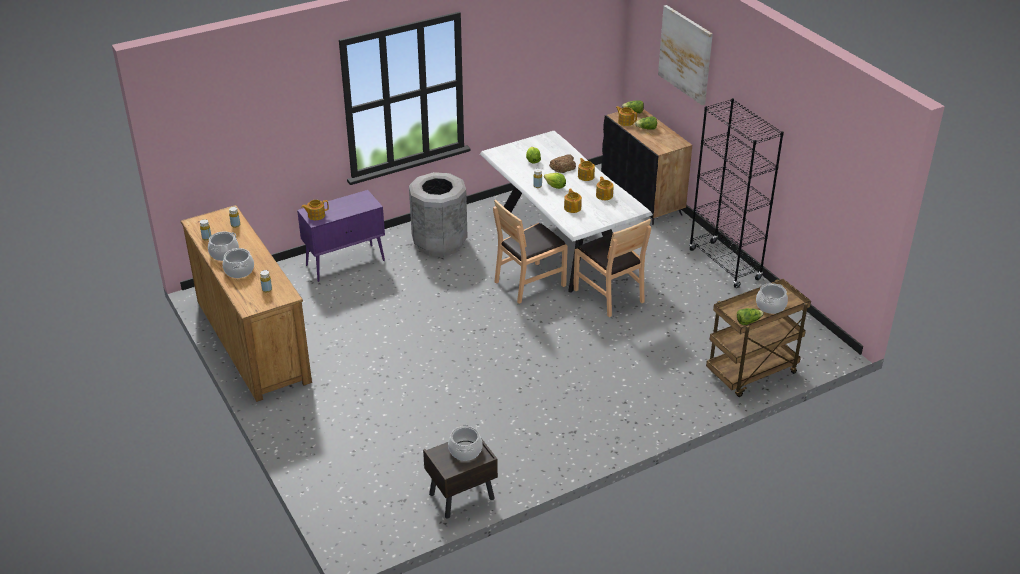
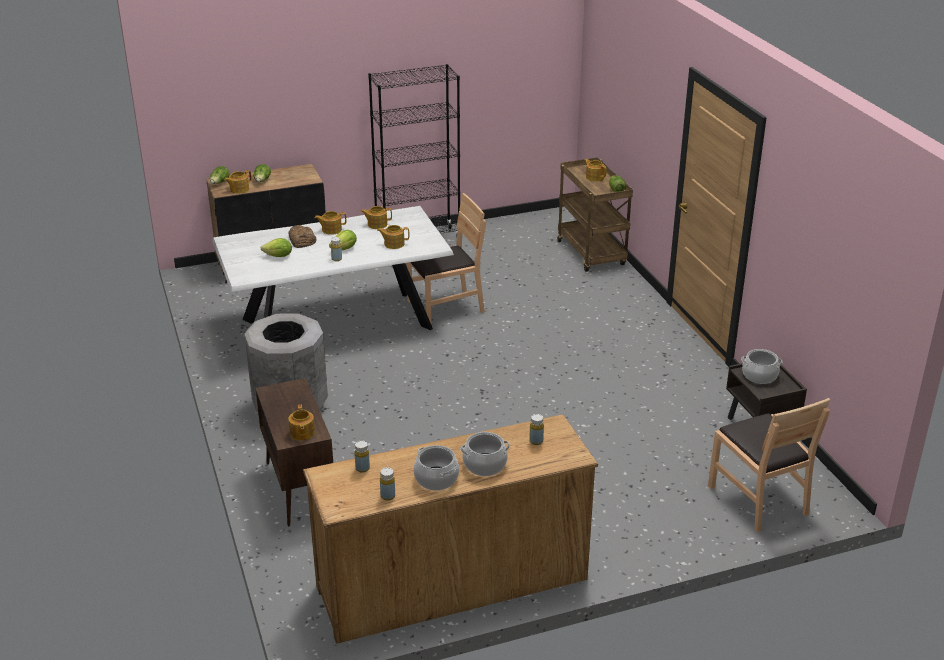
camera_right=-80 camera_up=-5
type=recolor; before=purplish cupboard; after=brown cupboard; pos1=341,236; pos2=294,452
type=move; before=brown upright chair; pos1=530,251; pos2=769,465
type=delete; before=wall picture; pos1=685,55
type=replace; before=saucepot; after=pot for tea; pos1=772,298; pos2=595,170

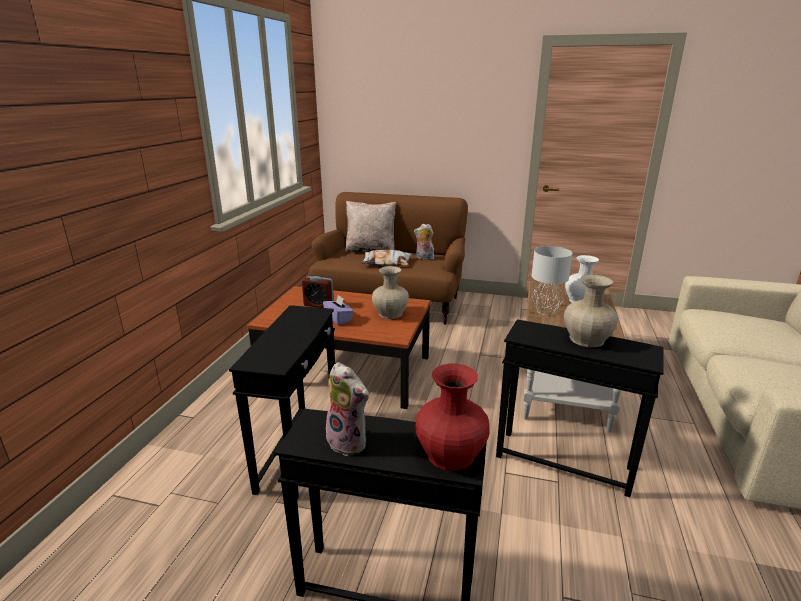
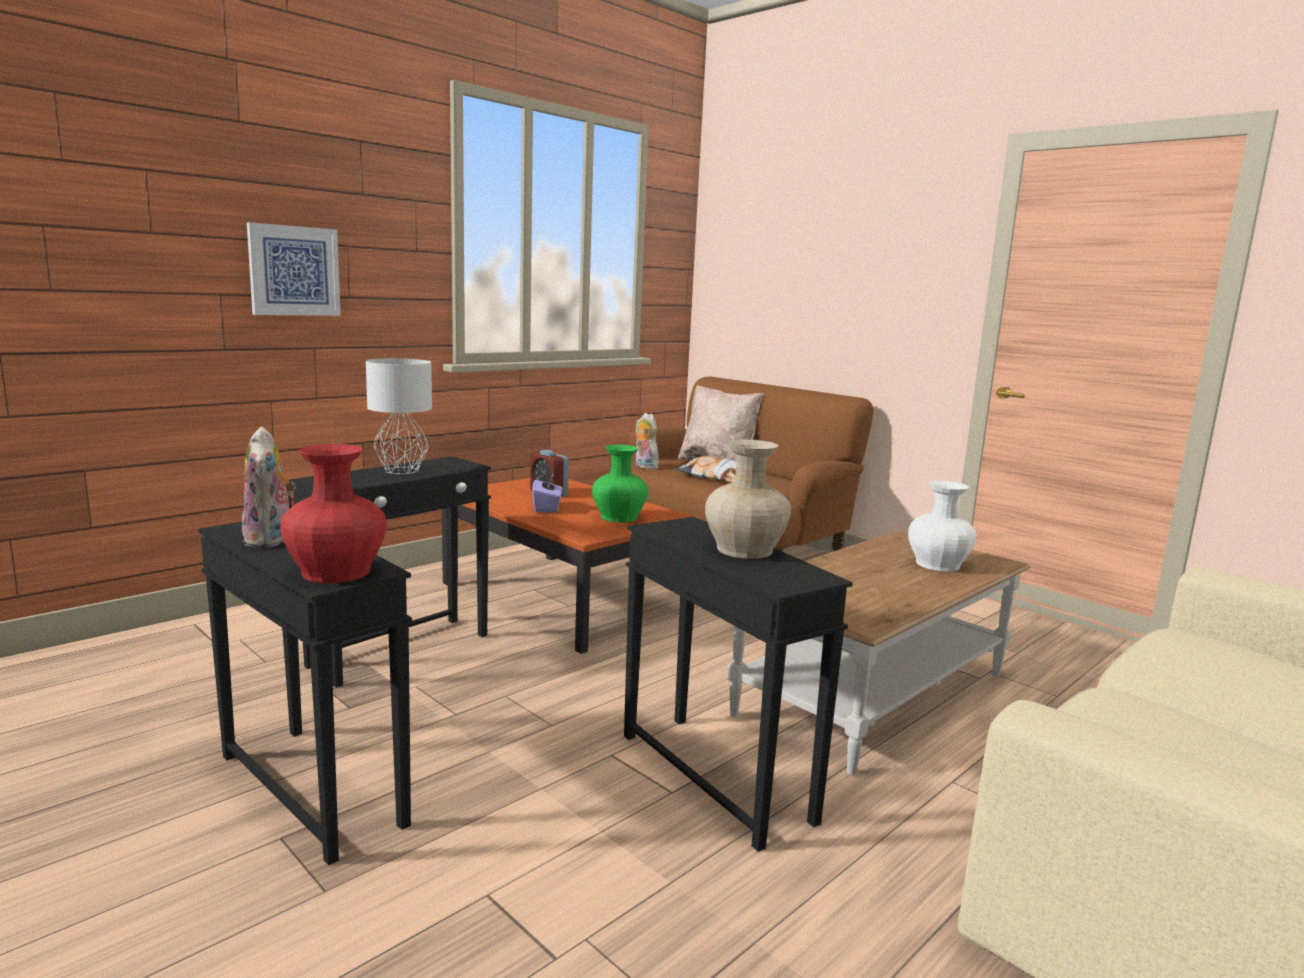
camera_right=30 camera_up=-10
type=recolor; before=beige-coloured vase; after=greenish vase; pos1=390,292; pos2=620,483
type=move; before=soft toy; pos1=424,242; pos2=647,441
type=move; before=grey tabletop lamp; pos1=552,280; pos2=399,416
type=insert; after=wall picture; pos2=294,269

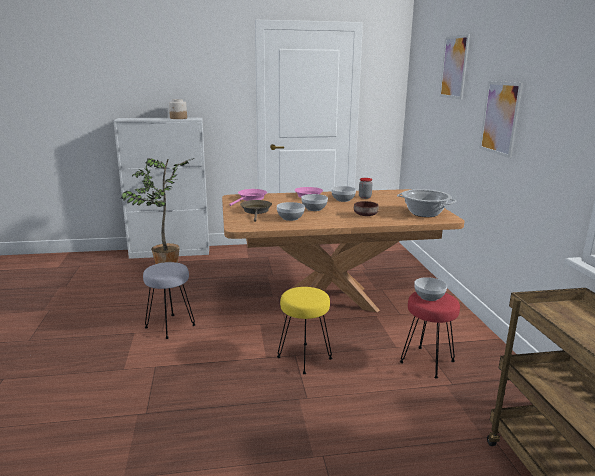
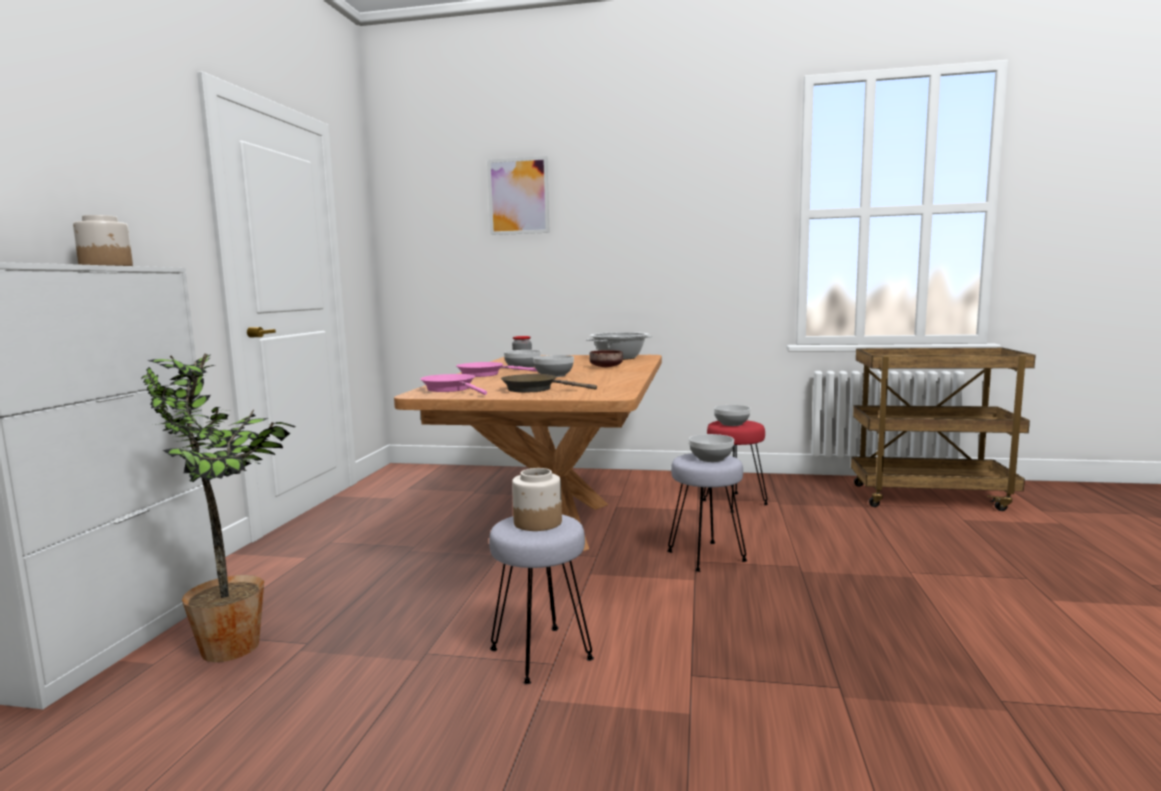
camera_right=-70 camera_up=-10
type=move; before=deep dish; pos1=291,211; pos2=711,448
type=recolor; before=yellowish stool; after=grey stool; pos1=304,330; pos2=707,512
type=delete; before=wall picture; pos1=501,119
type=insert; after=storage jar; pos2=537,499

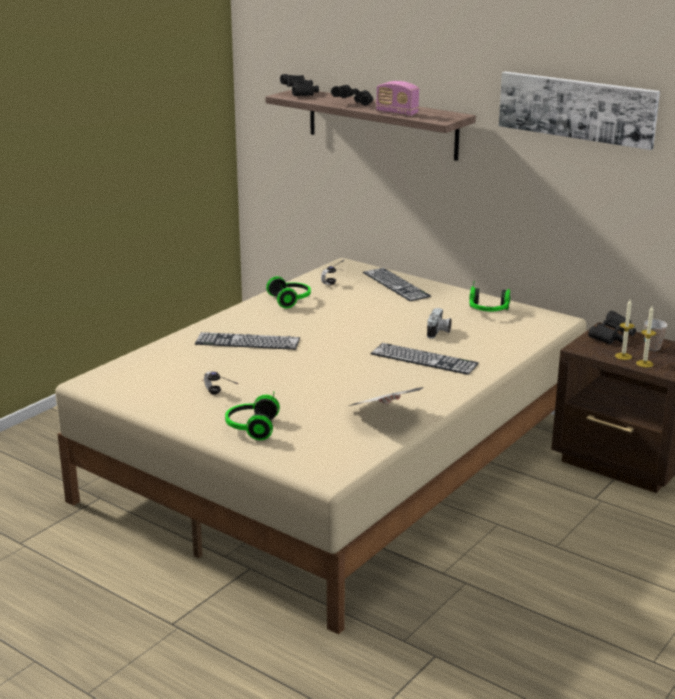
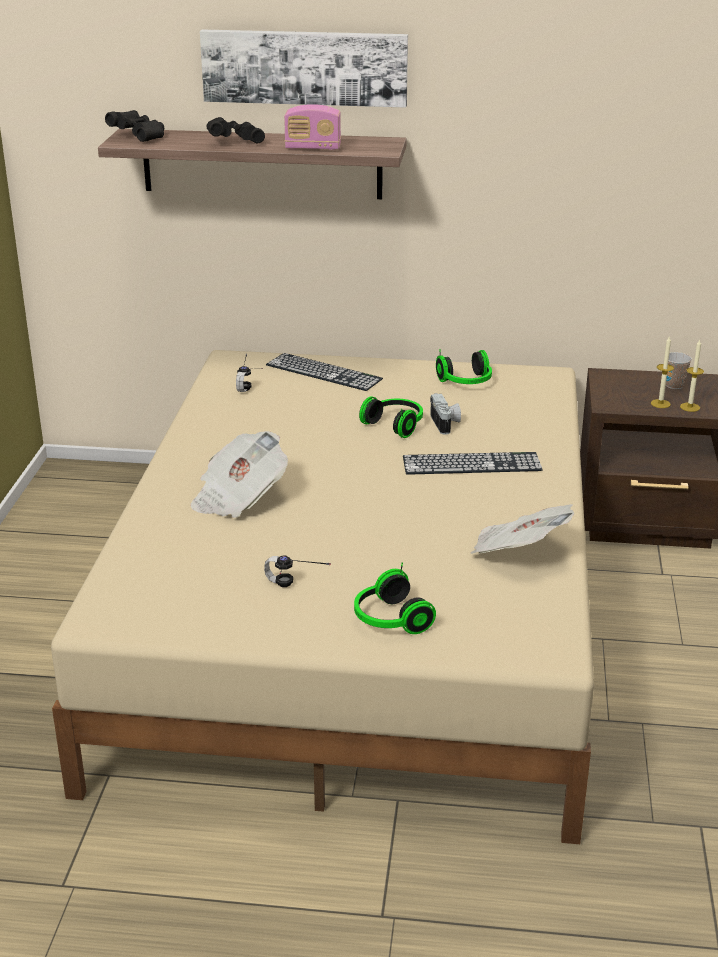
camera_right=-30 camera_up=5
type=replace; before=computer keyboard; after=daily paper; pos1=247,341; pos2=239,474
type=move; before=pair of headphones; pos1=288,292; pos2=391,417
type=move; before=wall picture; pos1=579,110; pos2=304,69
type=delete; before=black field glasses; pos1=612,327

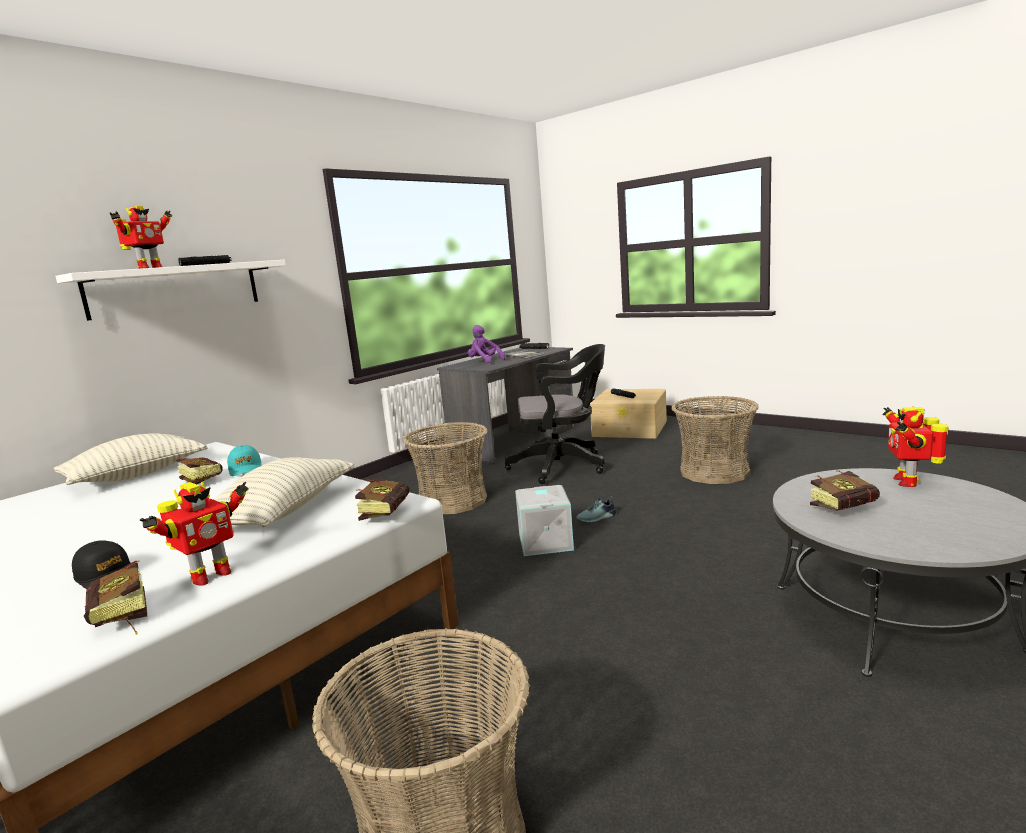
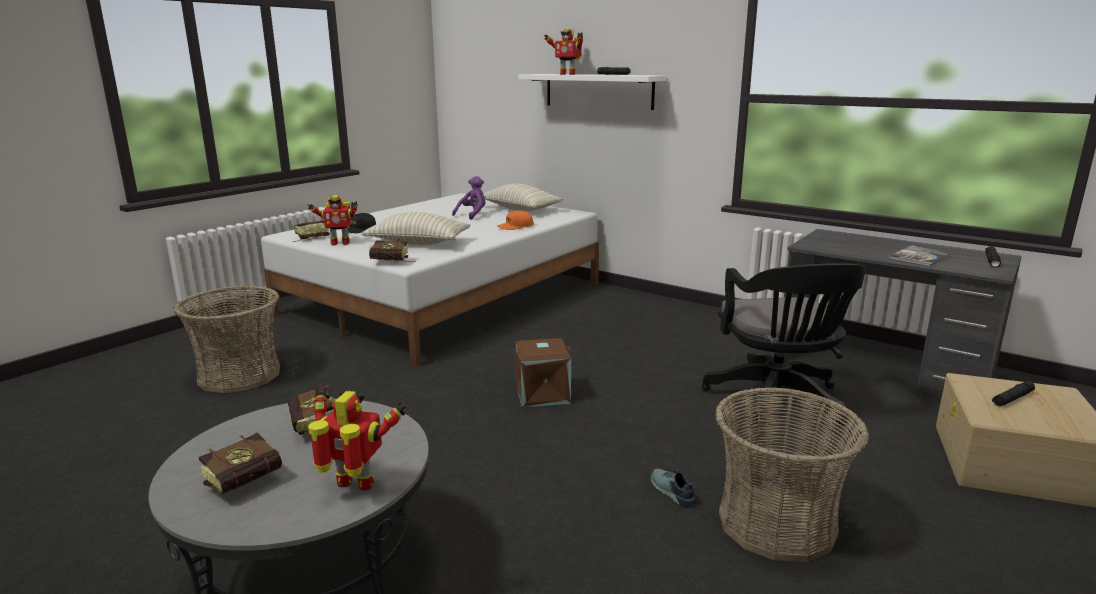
camera_right=85 camera_up=5
type=rotate; before=model robot; pos1=194,533; pos2=332,220; turn=-45
type=move; before=book; pos1=199,471; pos2=240,463
type=recolor; before=blue-green peaked cap; after=orange-coloured peaked cap; pos1=244,460; pos2=515,220
type=delete; before=household basket; pos1=445,468
type=move; before=purplish soft toy; pos1=486,344; pos2=469,198
type=recolor; before=grey storage box; after=brown storage box; pos1=544,520; pos2=543,372
type=move; before=item of footwear; pos1=596,509; pos2=673,488

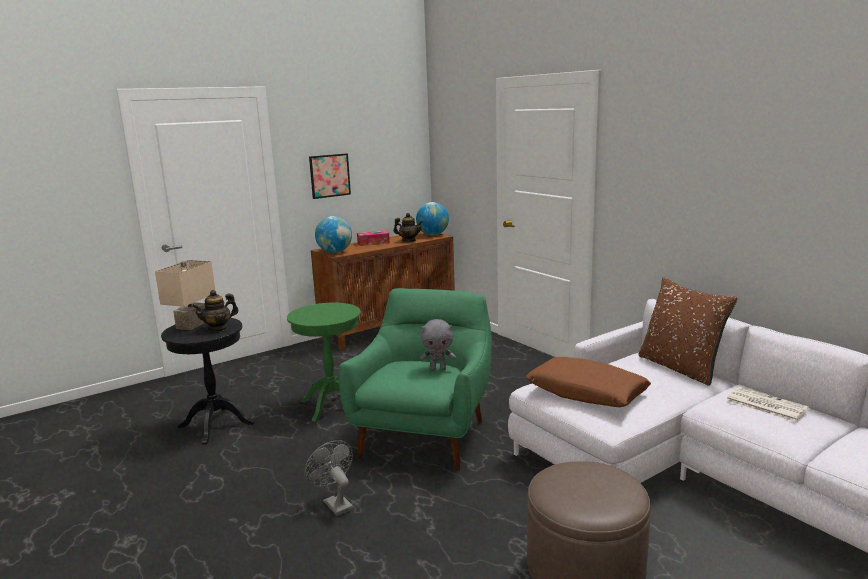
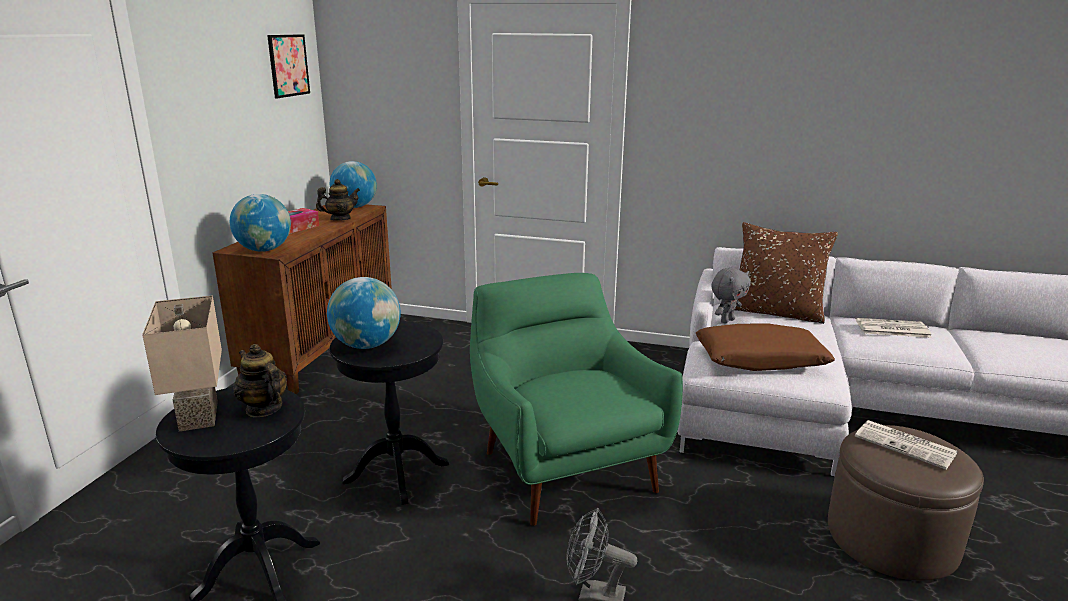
camera_right=-40 camera_up=5
type=rotate; before=pot for tea; pos1=215,311; pos2=260,380; turn=120
type=recolor; before=greenish side table; after=black side table; pos1=324,362; pos2=389,413
type=move; before=wall picture; pos1=330,176; pos2=288,66
type=move; before=grey soft toy; pos1=438,344; pos2=731,296
type=insert; after=desk globe; pos2=364,313
type=insert; after=daily paper; pos2=906,445

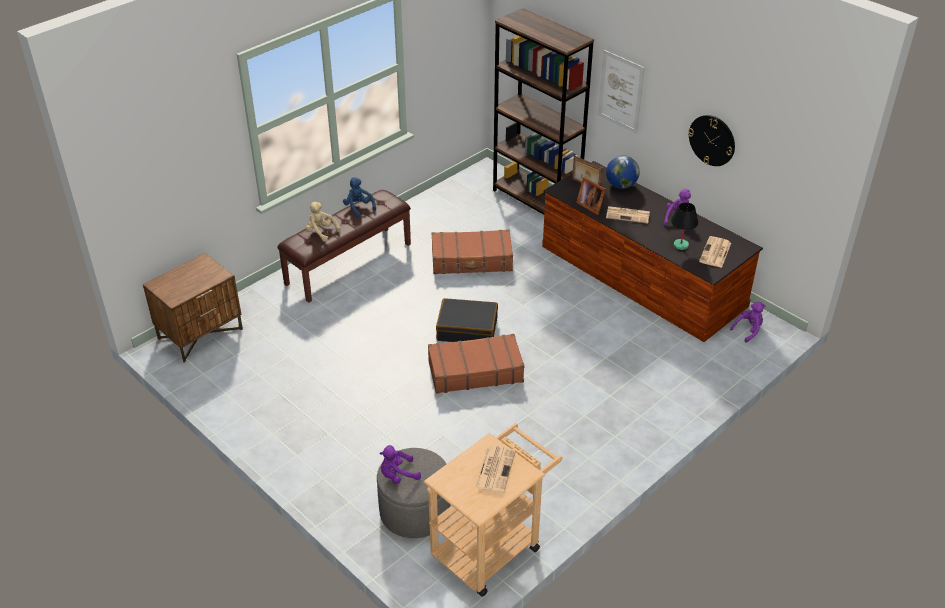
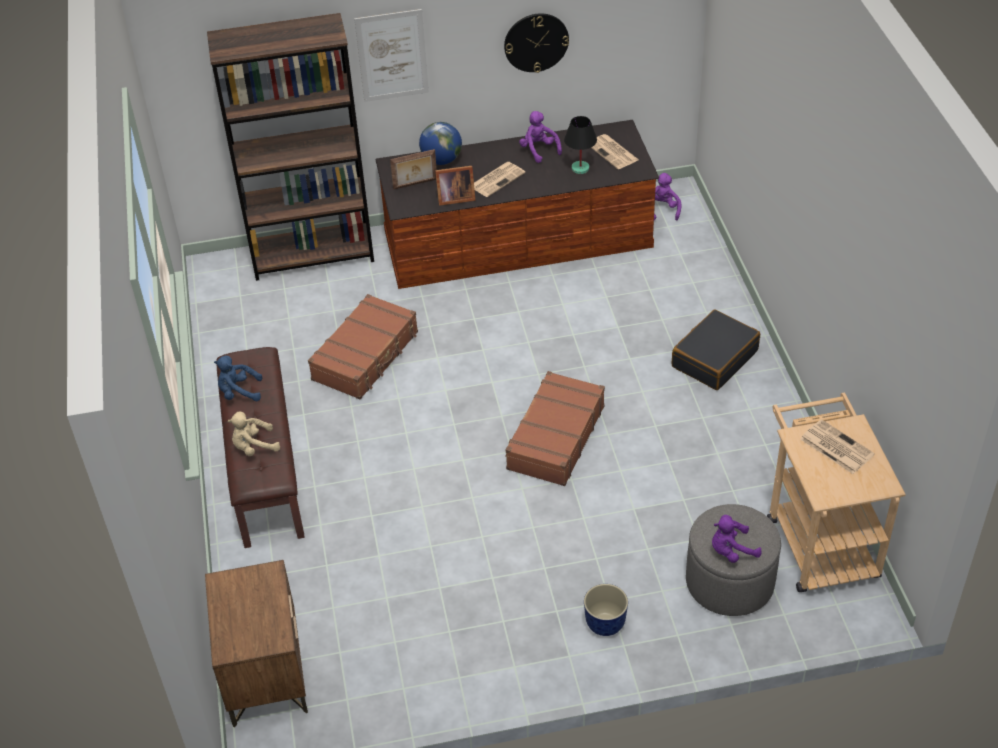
camera_right=-55 camera_up=5
type=rotate; before=purplish soft toy; pos1=400,464; pos2=737,539; turn=60
type=move; before=black suitcase; pos1=467,320; pos2=716,349
type=insert; after=flower pot; pos2=606,610

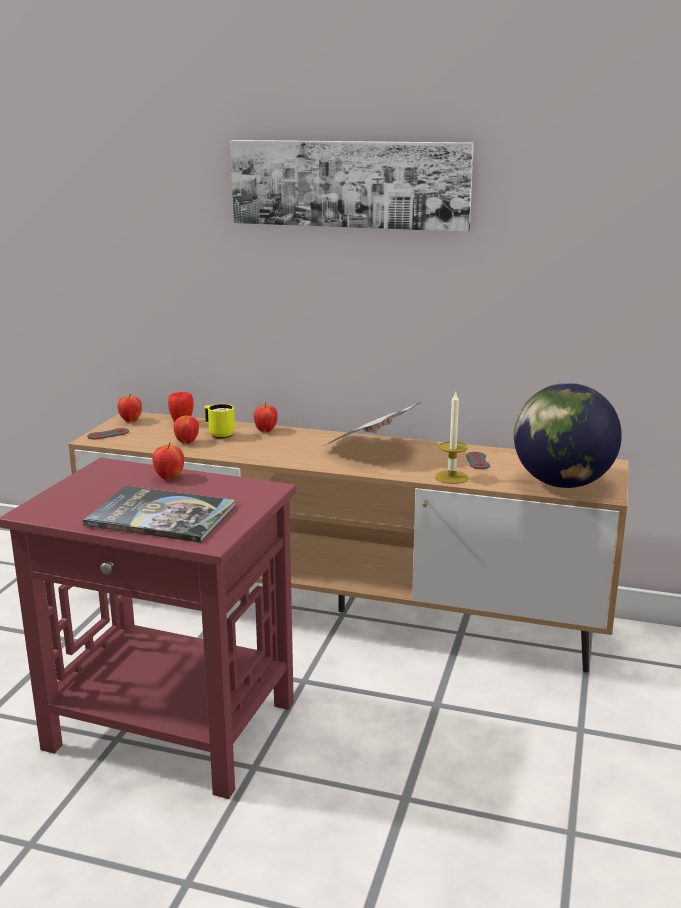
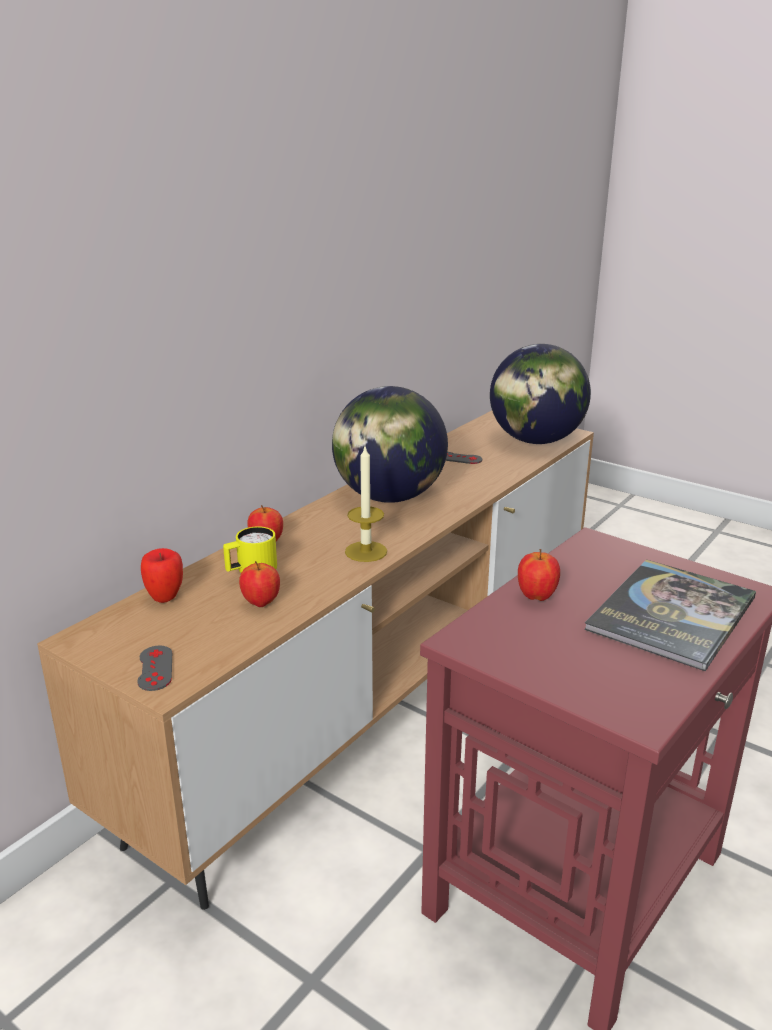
camera_right=-70 camera_up=5
type=delete; before=apple fruit; pos1=129,407
type=delete; before=wall picture; pos1=352,186
type=replace; before=daily paper; after=desk globe; pos1=371,424; pos2=390,444
type=move; before=candle; pos1=451,438; pos2=366,504

